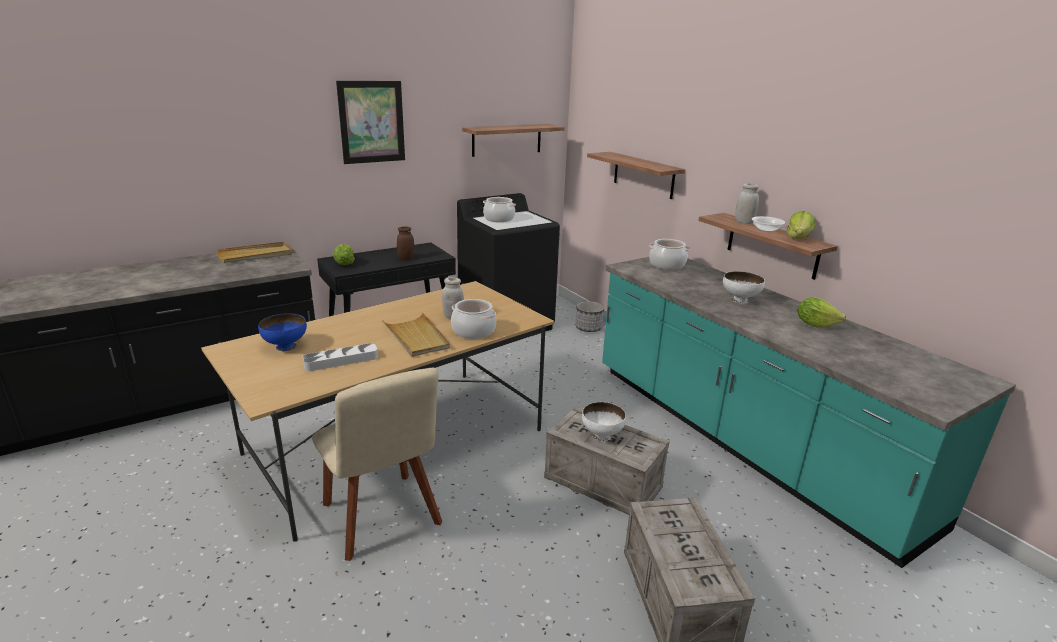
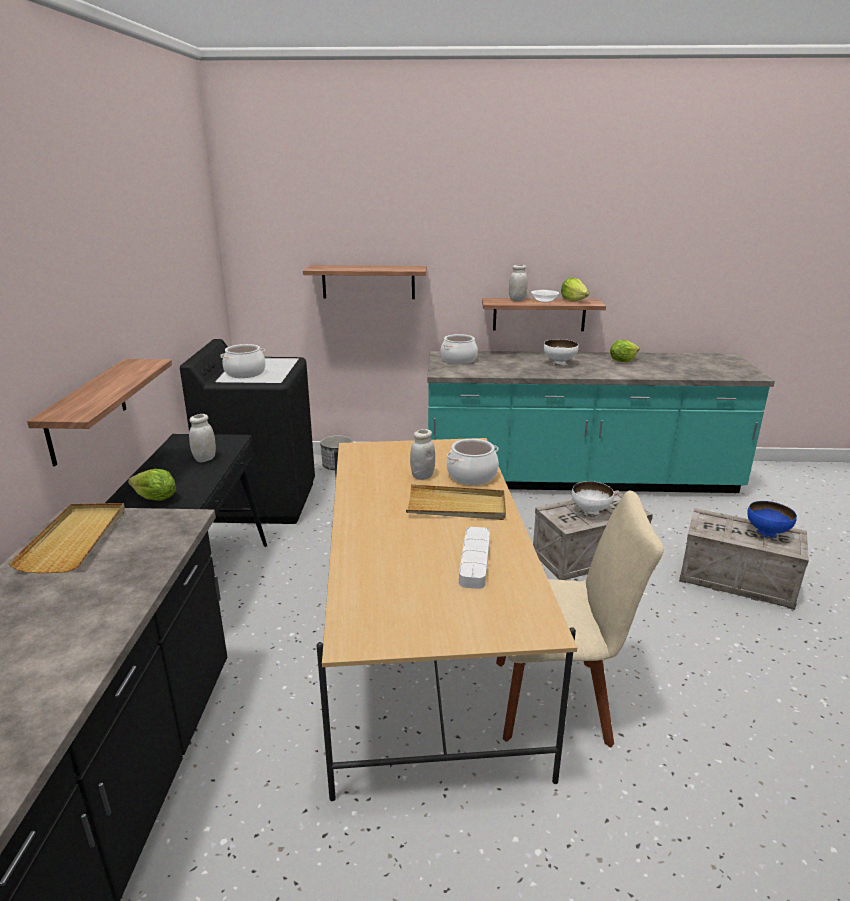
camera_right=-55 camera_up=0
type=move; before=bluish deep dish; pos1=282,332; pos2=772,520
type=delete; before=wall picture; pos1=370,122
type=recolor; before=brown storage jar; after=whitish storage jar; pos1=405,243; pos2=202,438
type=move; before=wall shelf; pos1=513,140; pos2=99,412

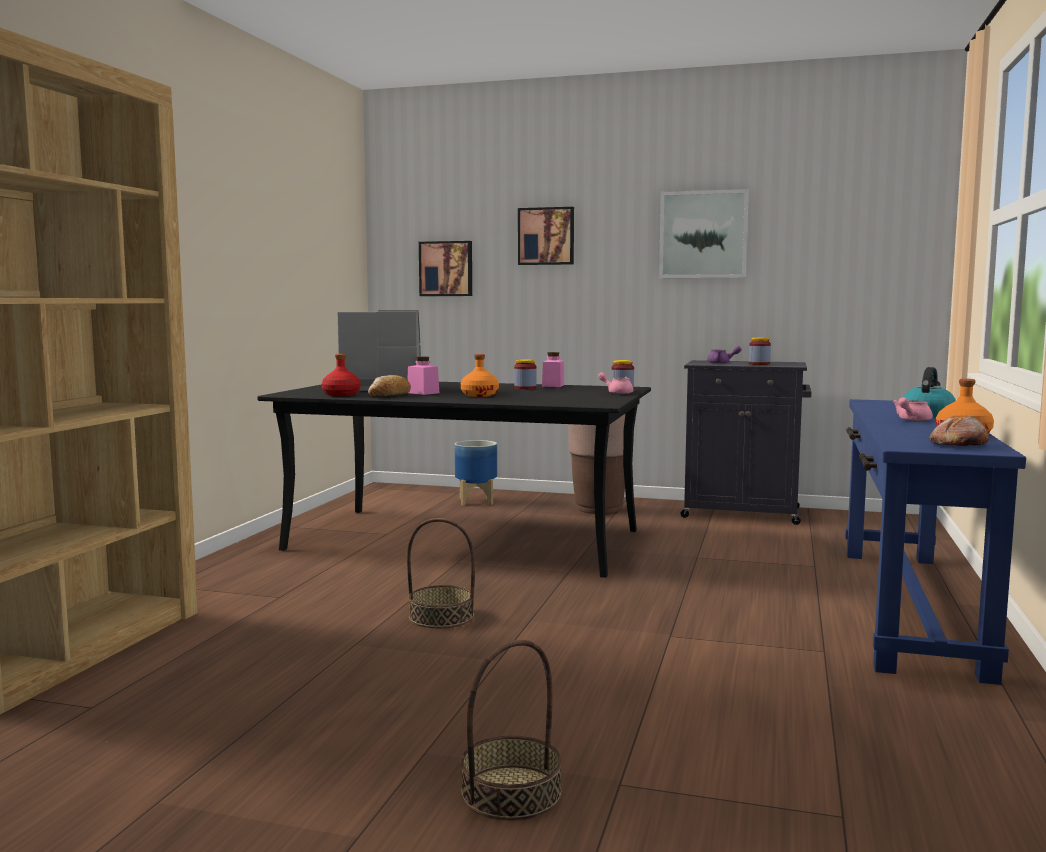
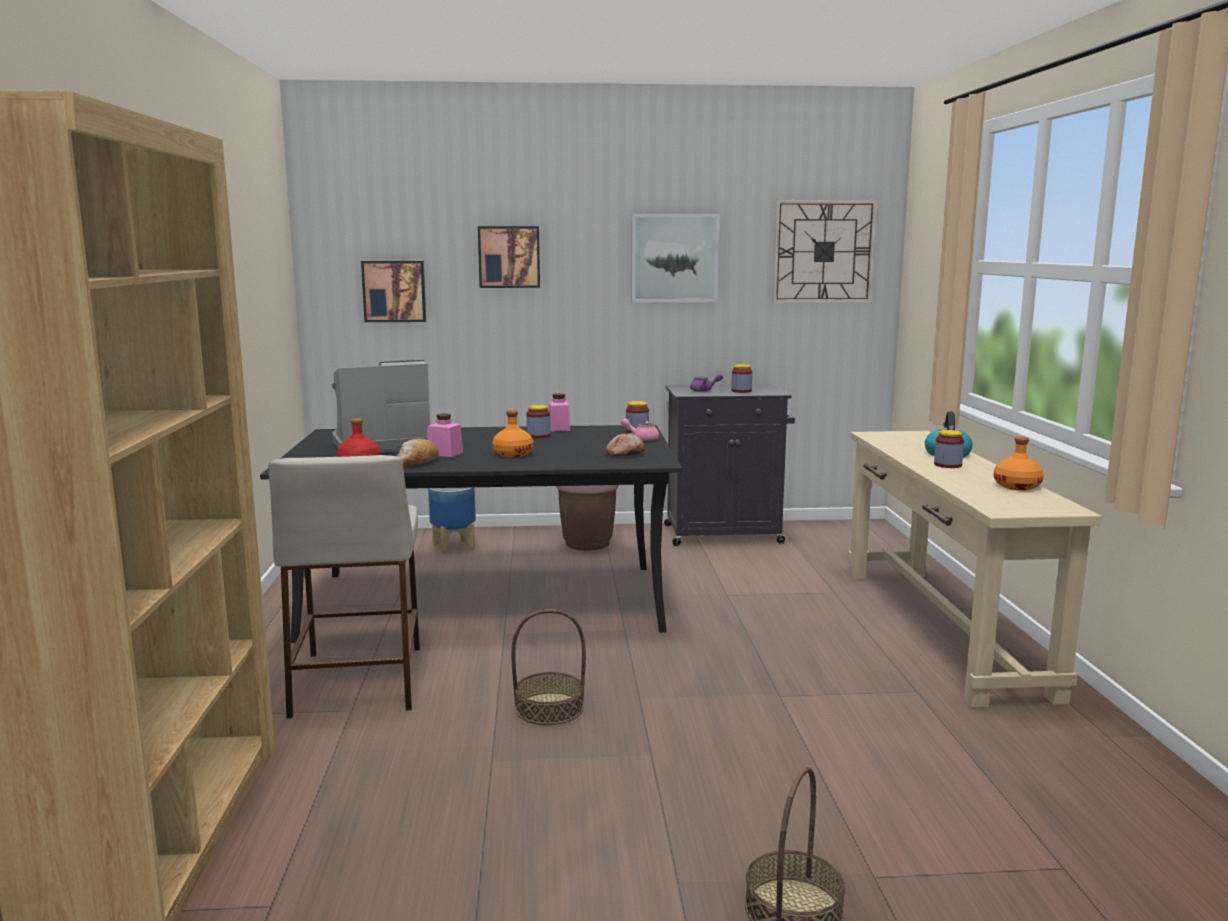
camera_right=-20 camera_up=5
type=recolor; before=bluish narrow table; after=beige-coloured narrow table; pos1=935,542; pos2=975,569
type=replace; before=pink-coloured pot for tea; after=storage jar; pos1=912,409; pos2=949,449
type=move; before=bread; pos1=959,431; pos2=625,444
type=insert; after=beige-coloured stool; pos2=344,587
type=insert; after=wall clock; pos2=825,251

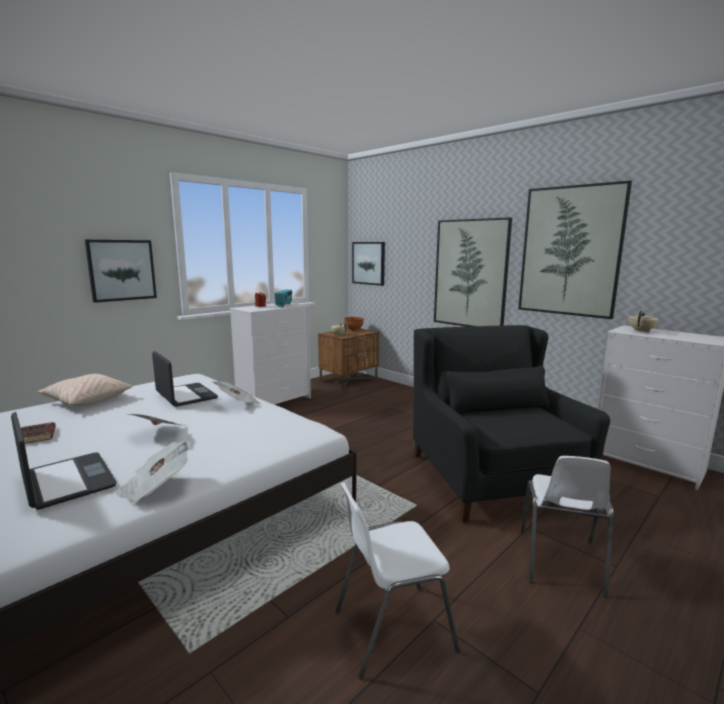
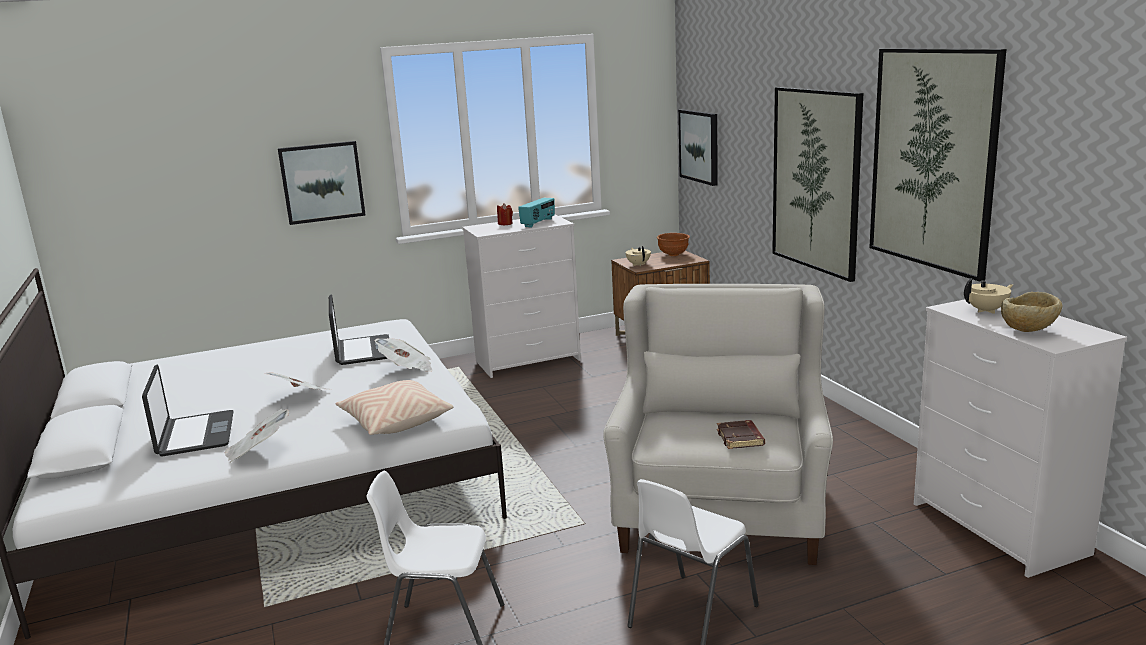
camera_right=25 camera_up=5
type=move; before=brown book; pos1=38,433; pos2=741,434
type=move; before=beige-coloured throw pillow; pos1=84,390; pos2=394,407
type=recolor; before=black armchair; after=whitish armchair; pos1=511,424; pos2=718,424
type=insert; after=beige-coloured deep dish; pos2=1031,312

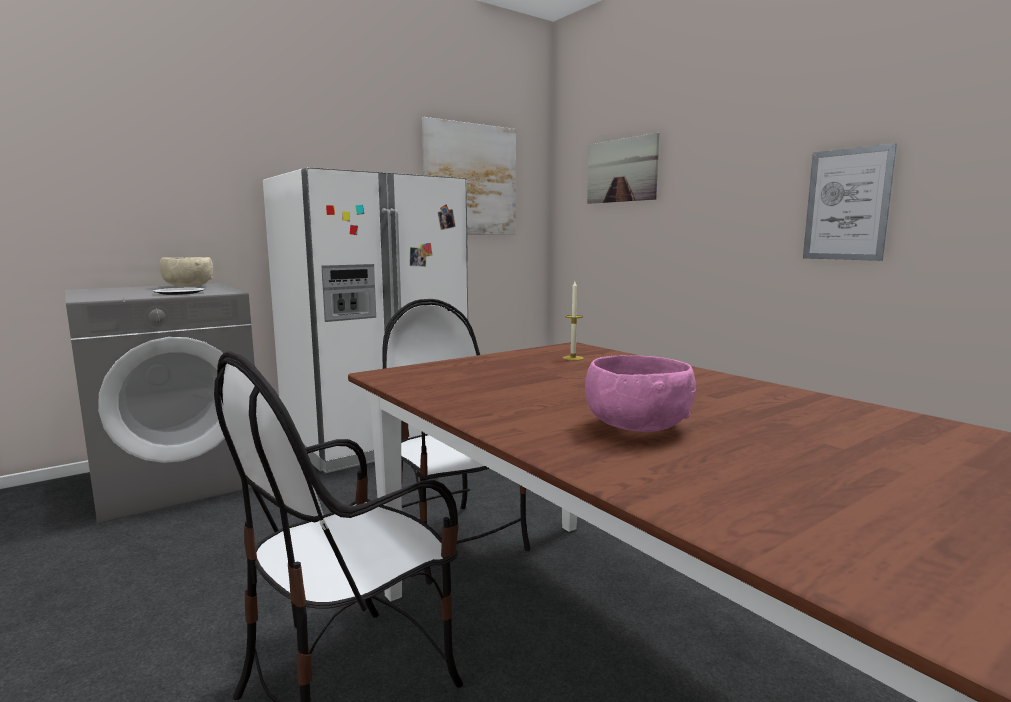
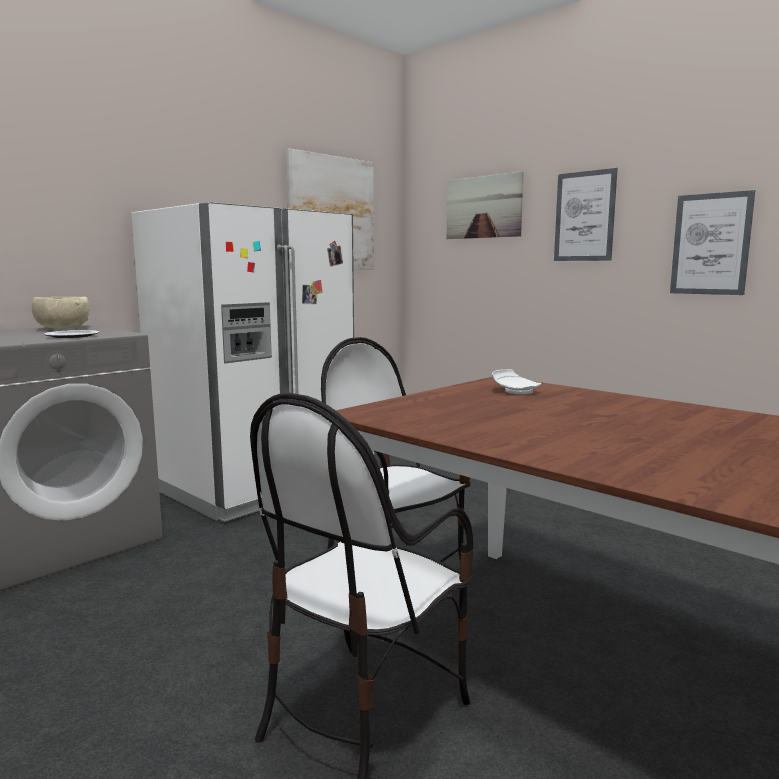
camera_right=-10 camera_up=0
type=replace; before=candle; after=whitish flat dish; pos1=573,321; pos2=516,381
type=delete; before=pink-coloured deep dish; pos1=640,393
type=insert; after=wall picture; pos2=586,214

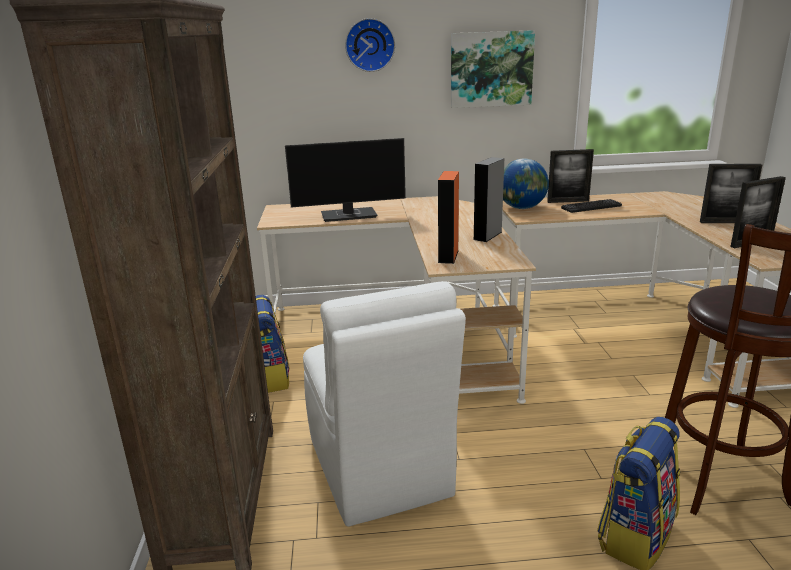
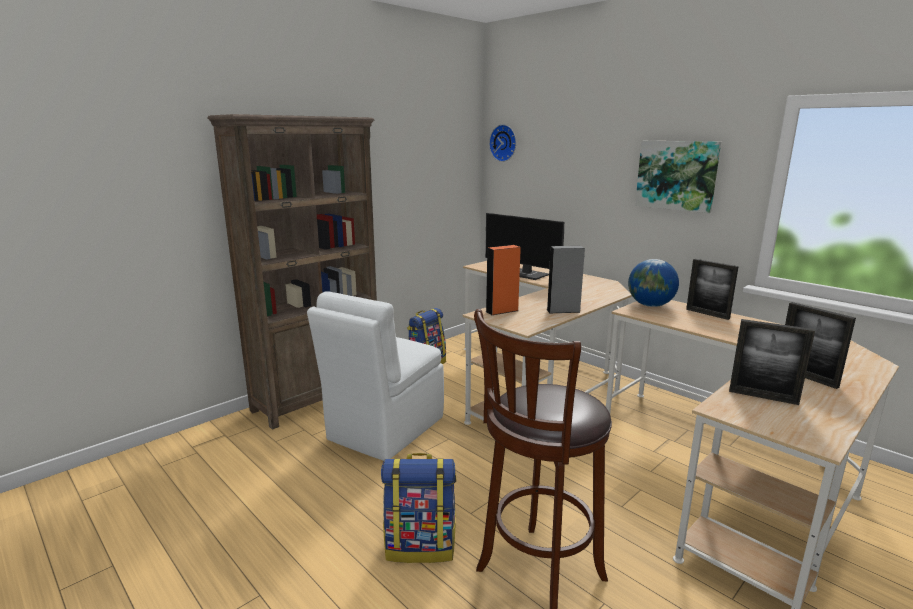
camera_right=50 camera_up=-5
type=move; before=wall clock; pos1=370,45; pos2=502,143
type=delete; before=computer keyboard; pos1=591,206

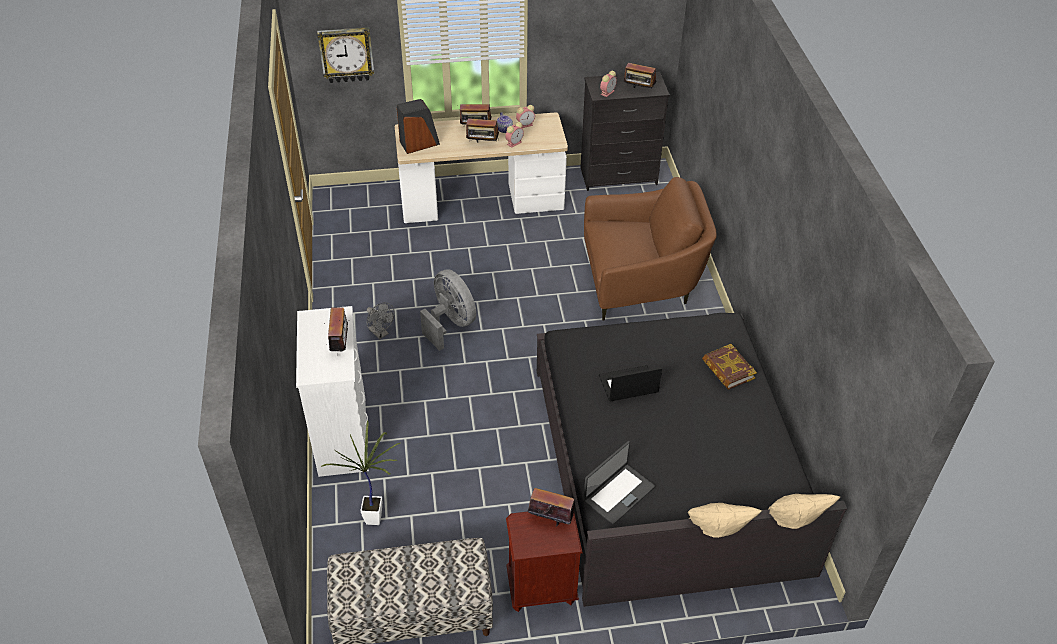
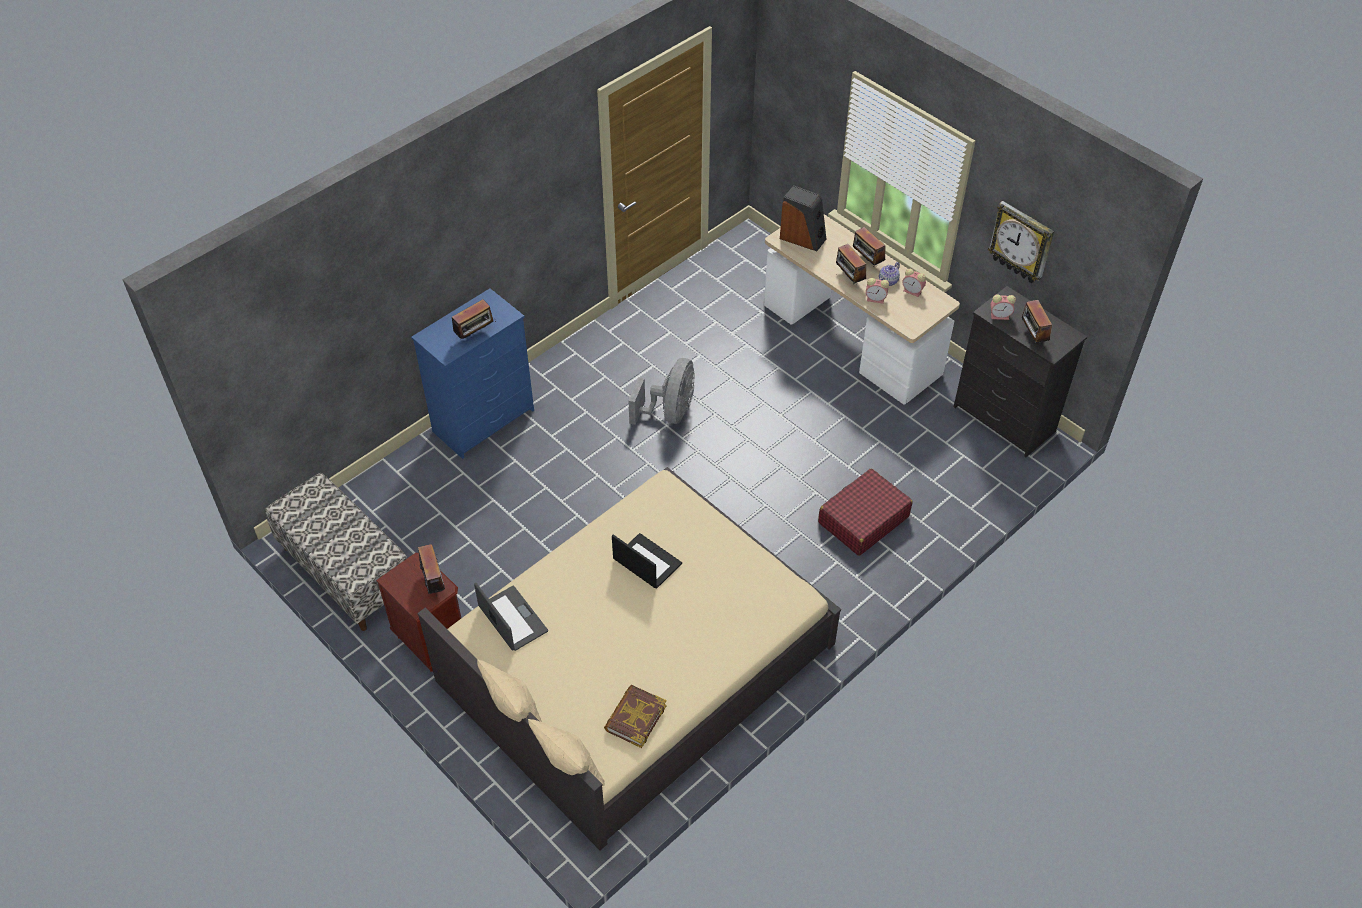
camera_right=55 camera_up=5
type=recolor; before=whitish chest of drawers; after=bluish chest of drawers; pos1=332,391; pos2=472,373
type=move; before=wall clock; pos1=345,55; pos2=1021,242
type=delete; before=potted plant; pos1=360,472
type=delete; before=grey cooling fan; pos1=381,320
type=recolor; before=black bedroom bed; after=beige-coloured bedroom bed; pos1=692,460; pos2=629,658
type=rotate; before=laptop; pos1=619,482; pos2=511,617; turn=-135
type=replace; before=brown armchair; after=reddish suitcase; pos1=650,248; pos2=865,512
type=move; before=book; pos1=729,367; pos2=635,716

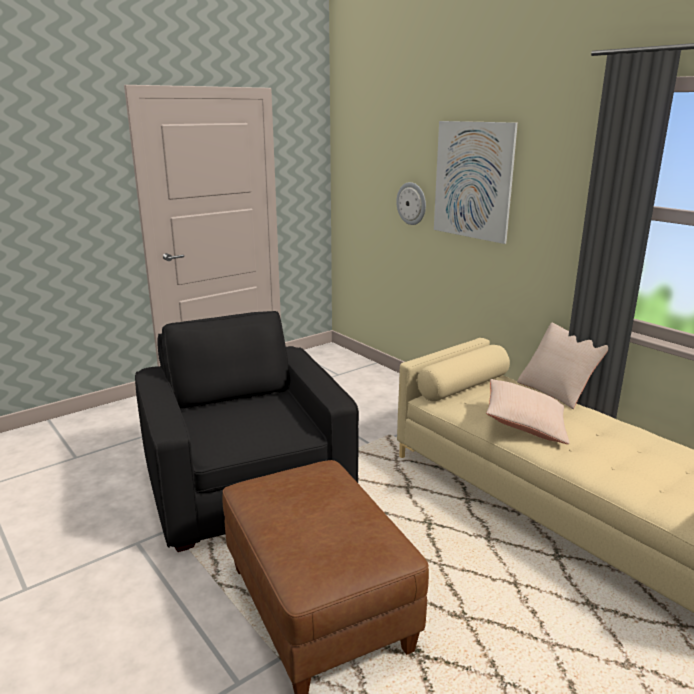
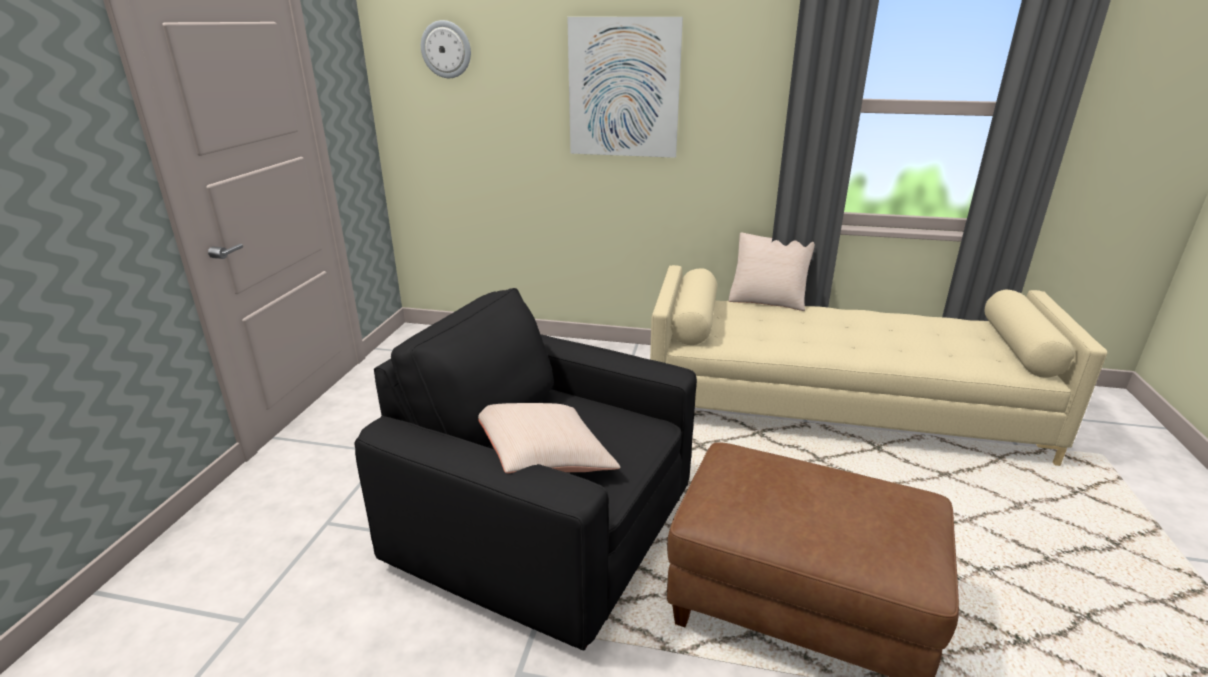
camera_right=-40 camera_up=5
type=move; before=wall clock; pos1=411,203; pos2=446,49
type=move; before=beige-coloured throw pillow; pos1=527,411; pos2=549,438

